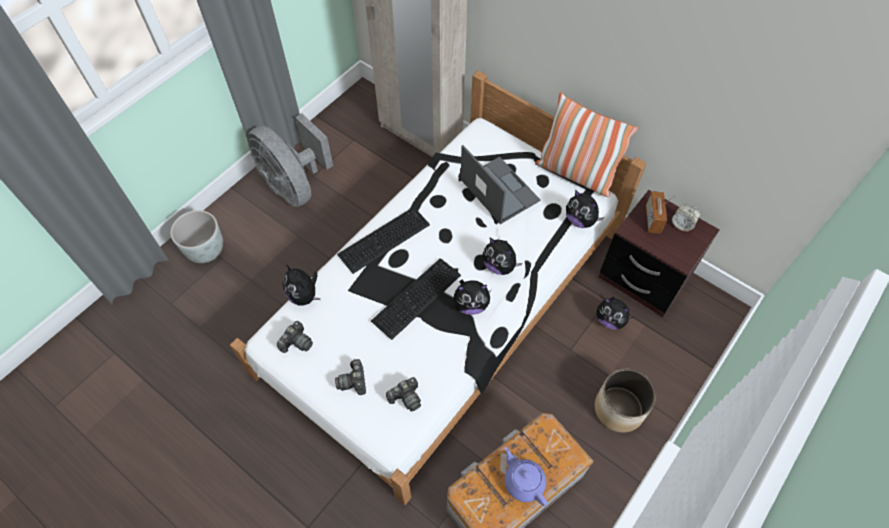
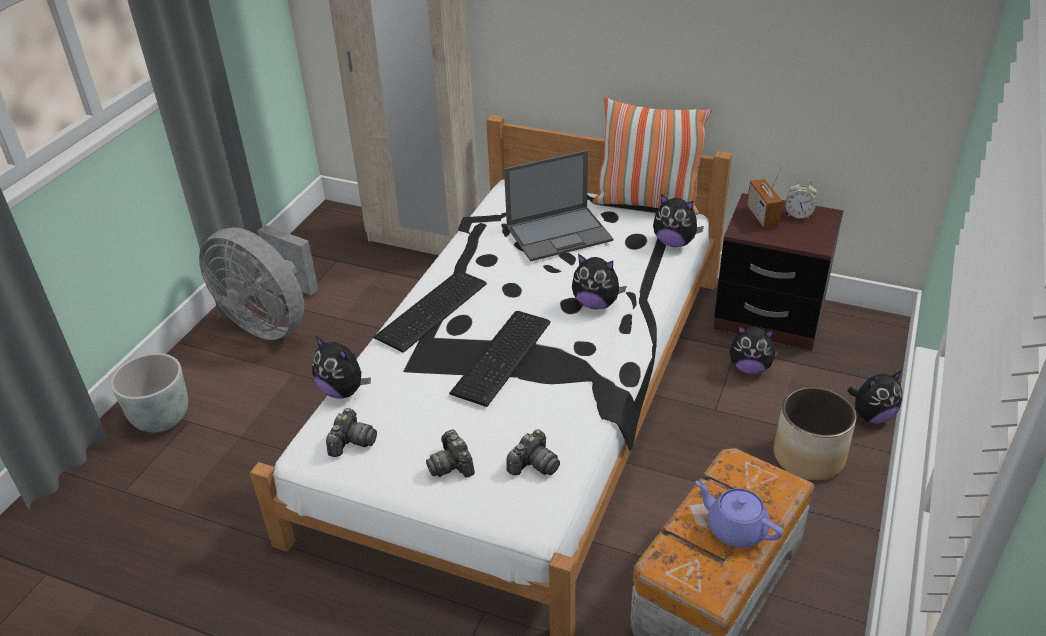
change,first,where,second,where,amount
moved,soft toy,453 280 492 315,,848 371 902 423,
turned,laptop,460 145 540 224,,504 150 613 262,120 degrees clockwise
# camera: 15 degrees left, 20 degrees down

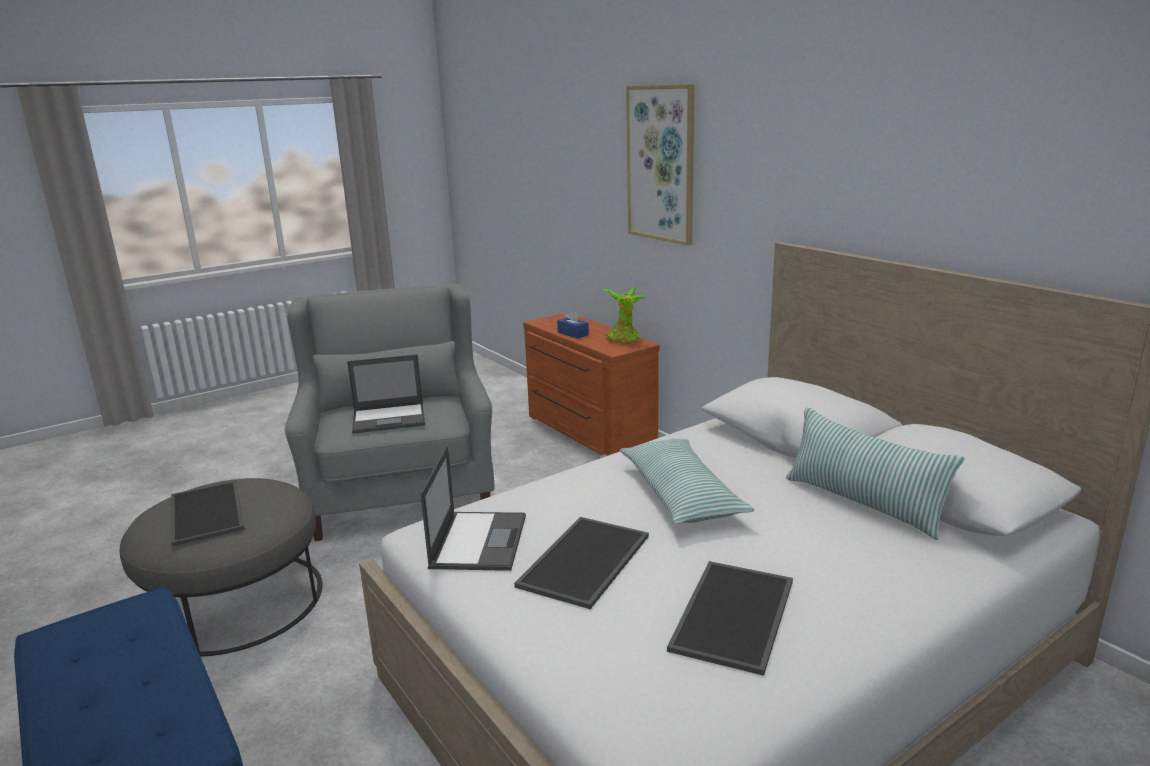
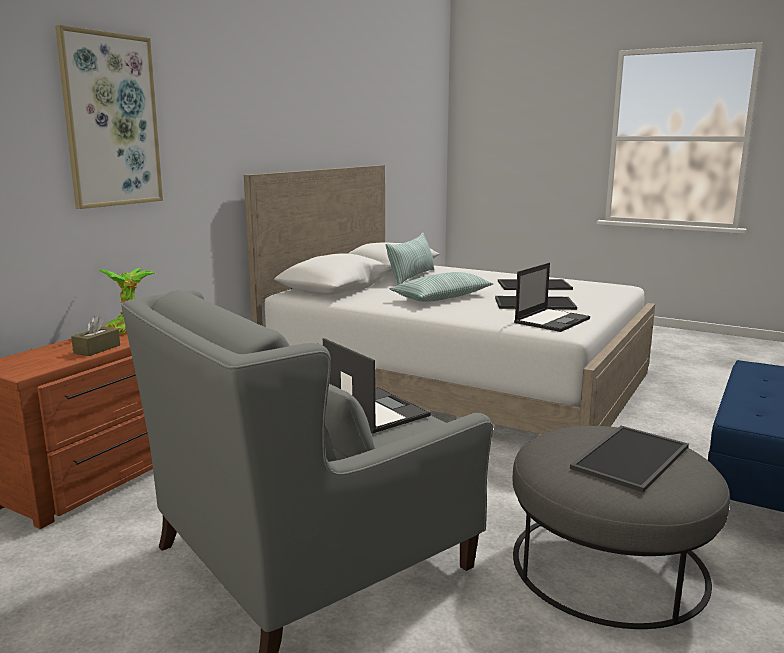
change,first,where,second,where,amount
recoloured,bluish box of tissues,557 309 589 338,brownish box of tissues,71 316 120 356,
turned,laptop,420 446 526 571,,514 263 590 332,150 degrees clockwise
# camera: 115 degrees left, 5 degrees down

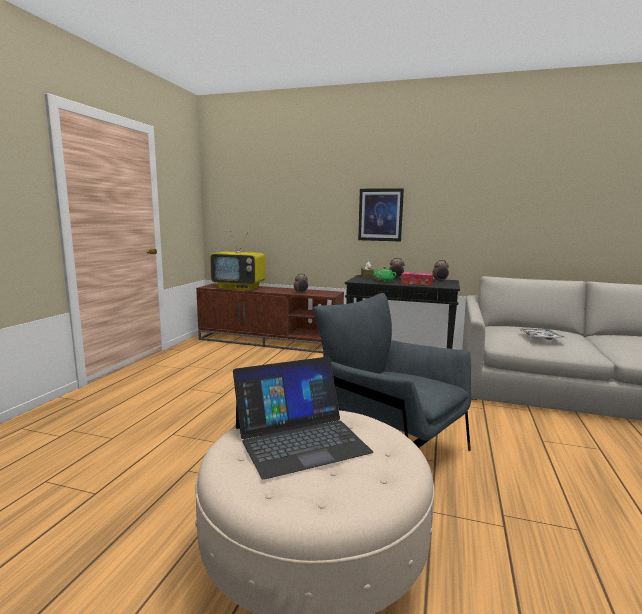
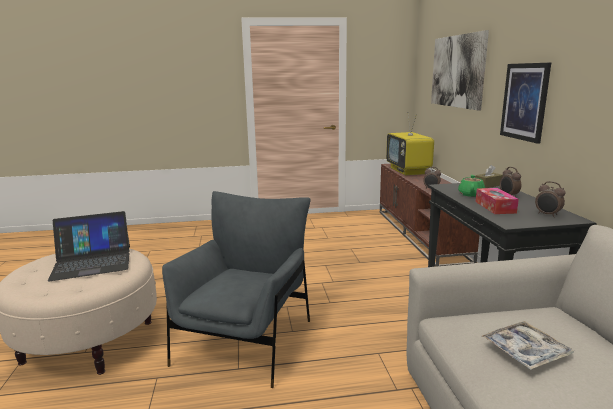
change,first,where,second,where,amount
added,,,wall picture,431 30 489 111,
turned,laptop,233 357 373 480,,48 211 130 281,60 degrees counterclockwise
# camera: 65 degrees right, 5 degrees up

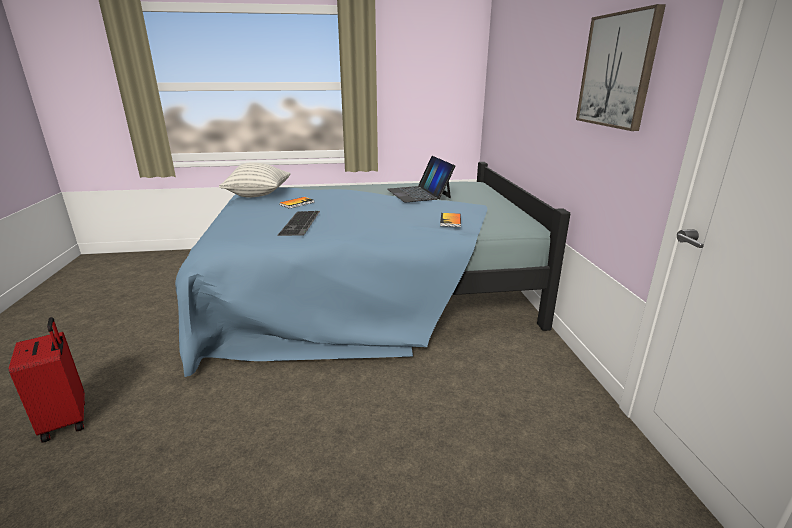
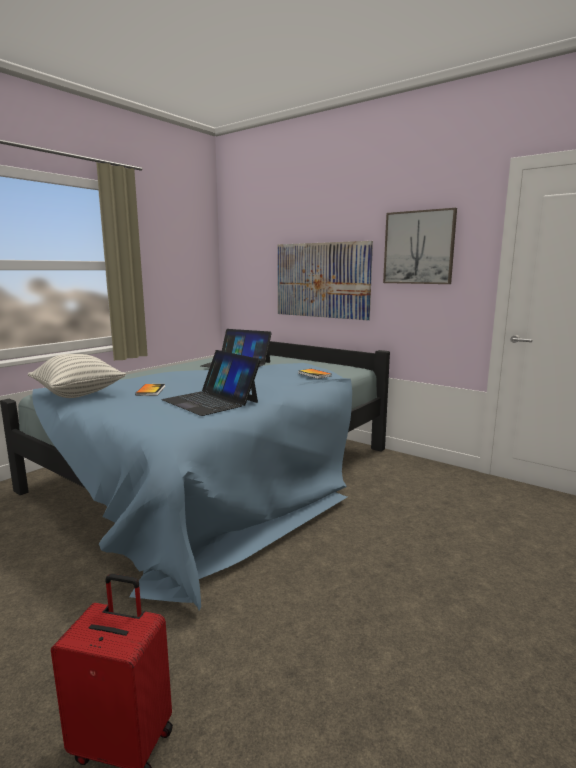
change,first,where,second,where,amount
added,,,wall picture,277 241 373 320,
replaced,computer keyboard,277 211 320 236,laptop,162 350 261 416,
# camera: 45 degrees left, 10 degrees down

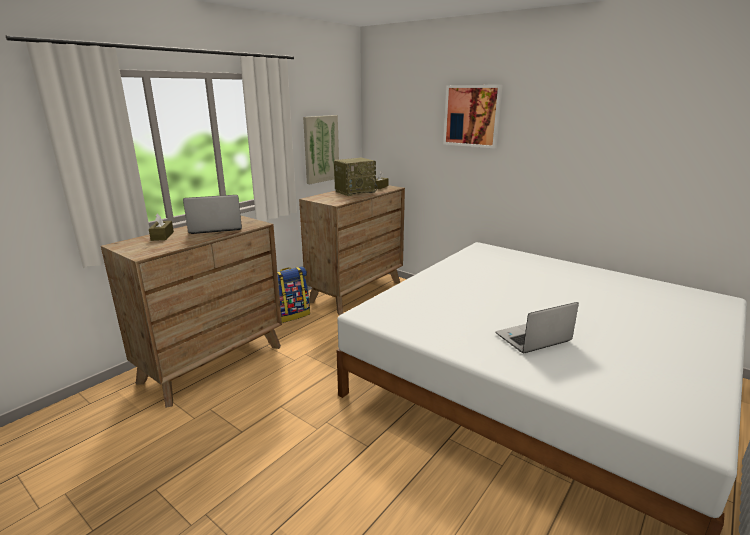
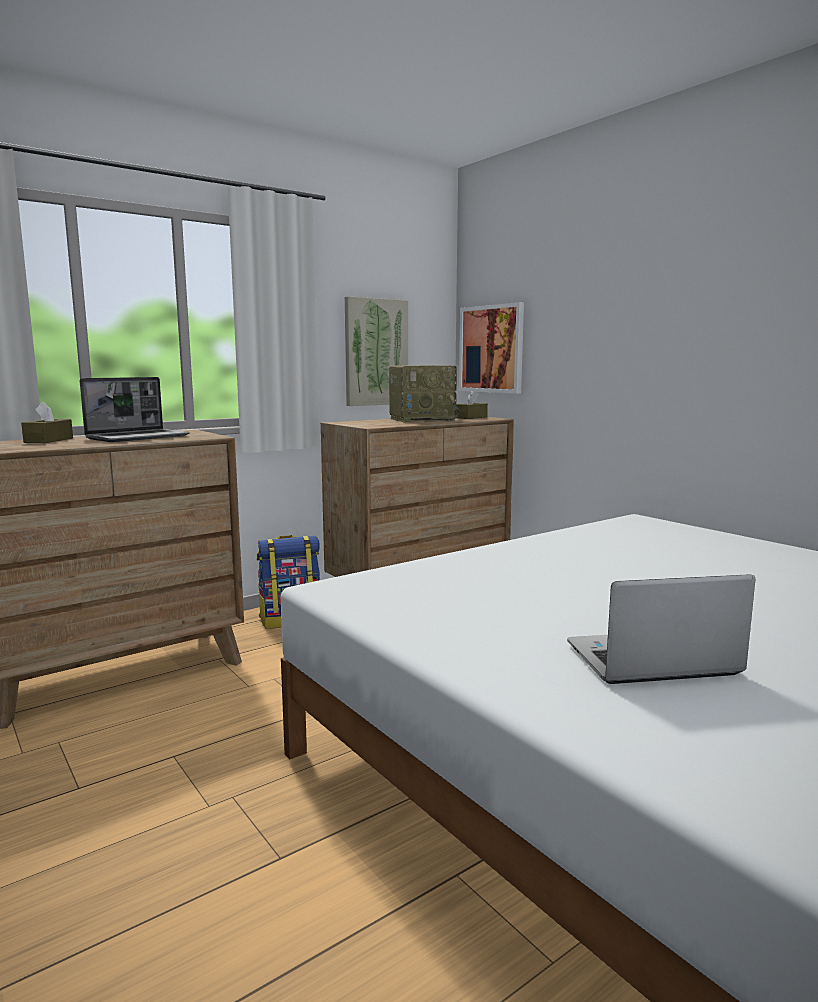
change,first,where,second,where,amount
moved,wall picture,443 85 502 149,,459 302 524 394,
turned,laptop,183 195 242 234,,80 377 190 442,135 degrees clockwise
# camera: 15 degrees right, 10 degrees down

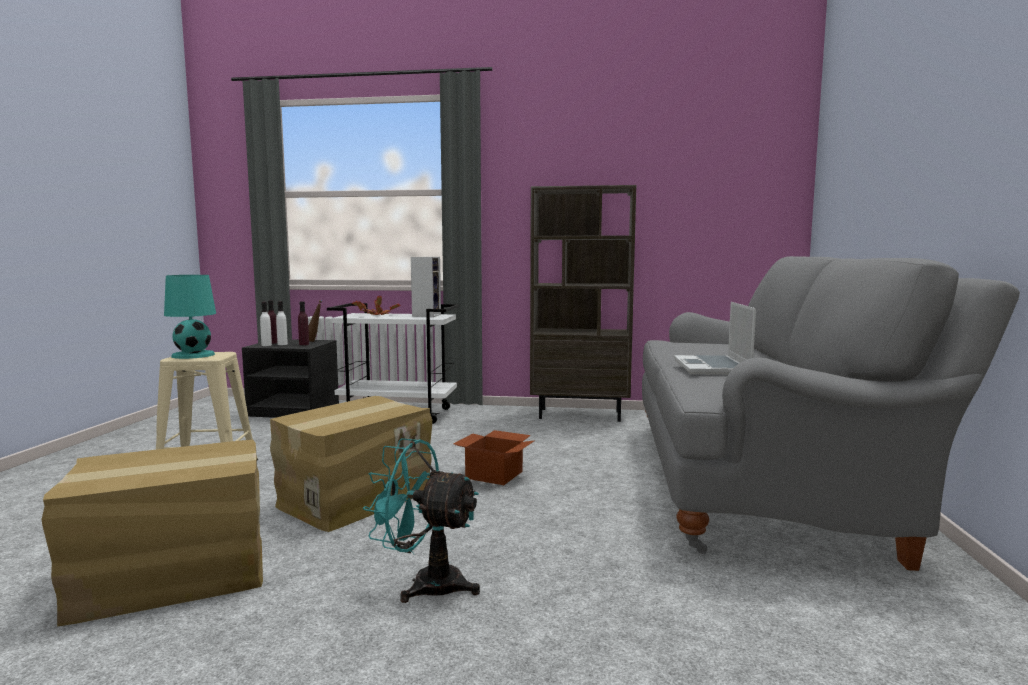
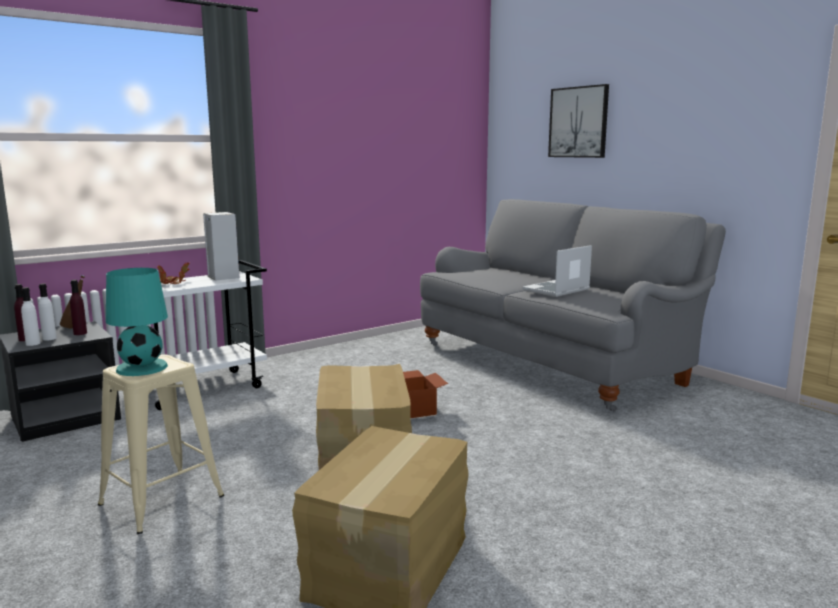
change,first,where,second,where,amount
removed,turquoise fan,363 438 480 603,,,
removed,brownish shelving unit,530 185 636 422,,,
added,,,wall picture,548 84 609 158,
turned,laptop,674 302 756 375,,522 245 592 297,90 degrees clockwise
# camera: 45 degrees left, 5 degrees up

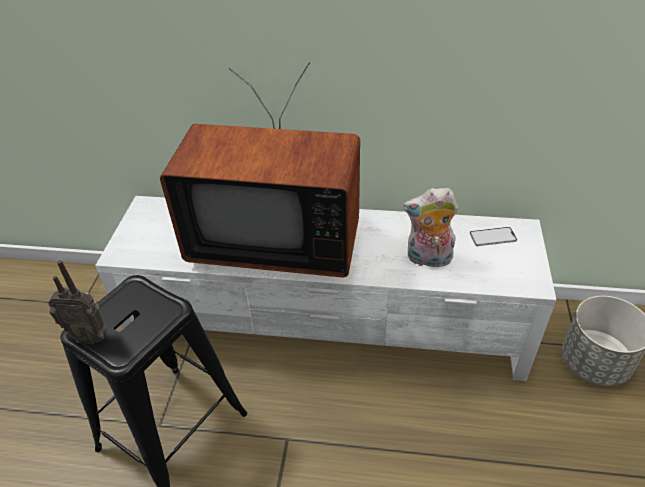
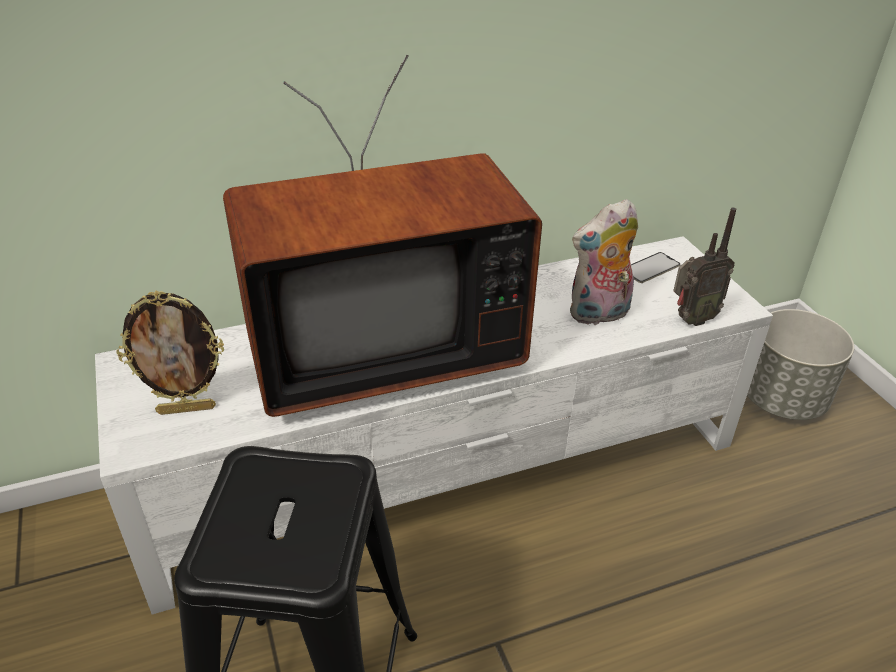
change,first,where,second,where,amount
added,,,photo frame,116 290 224 415,
moved,radio receiver,48 260 107 344,,673 208 736 326,
# camera: 30 degrees left, 5 degrees down

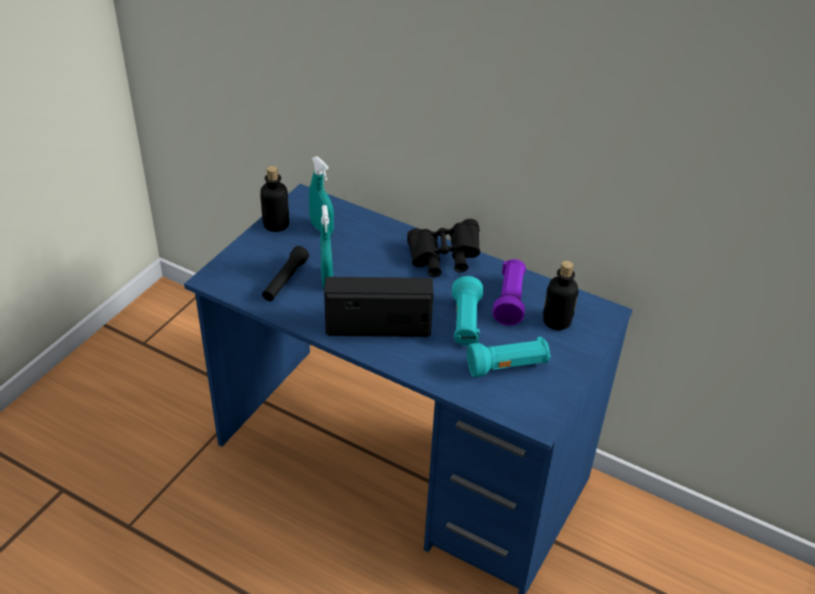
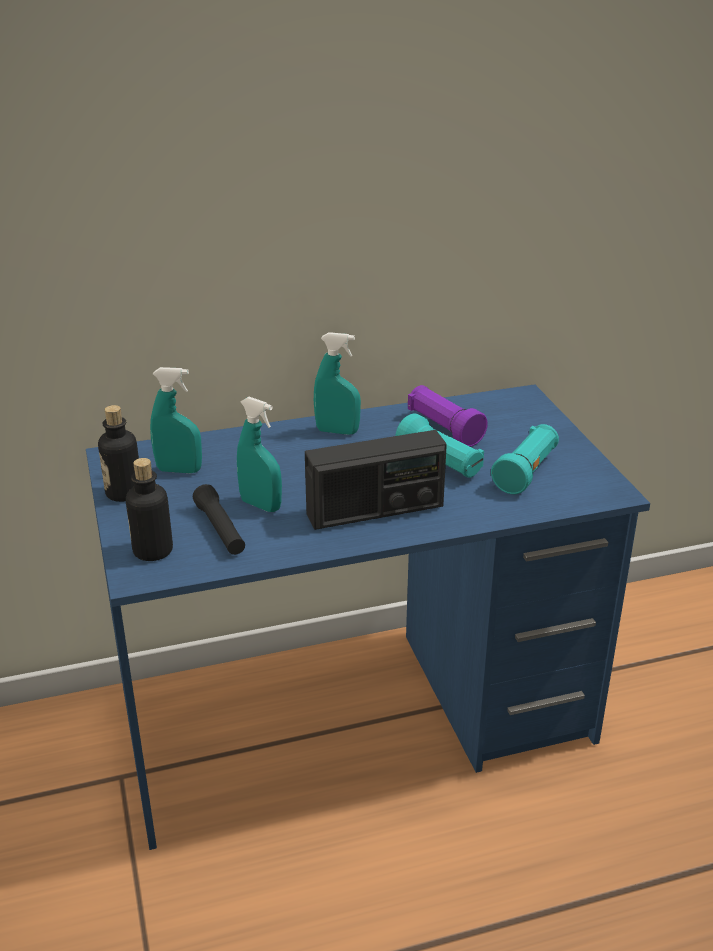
change,first,where,second,where,amount
moved,drink bottle,543 261 579 330,,126 458 173 561,
replaced,black-coloured field glasses,407 219 480 277,turquoise spray bottle,314 332 361 435,
turned,radio receiver,324 277 434 337,,305 430 447 530,150 degrees counterclockwise
# camera: 45 degrees left, 10 degrees down

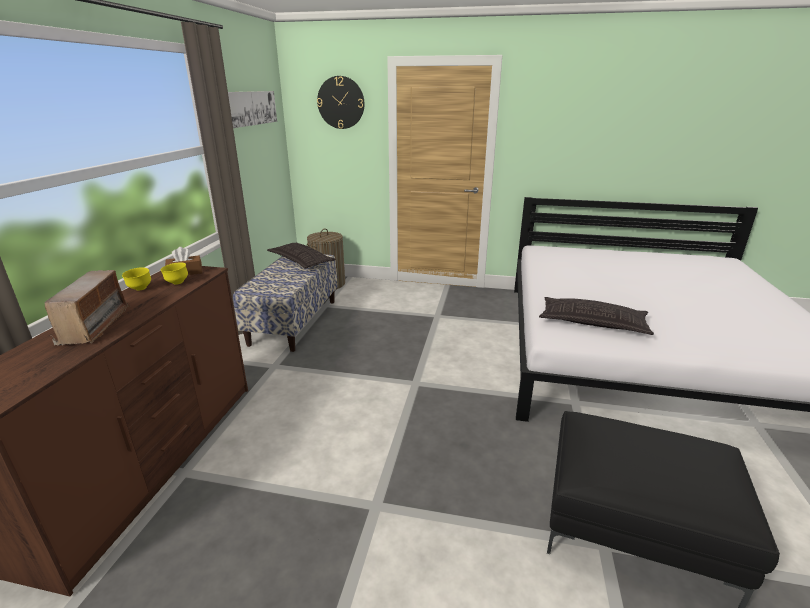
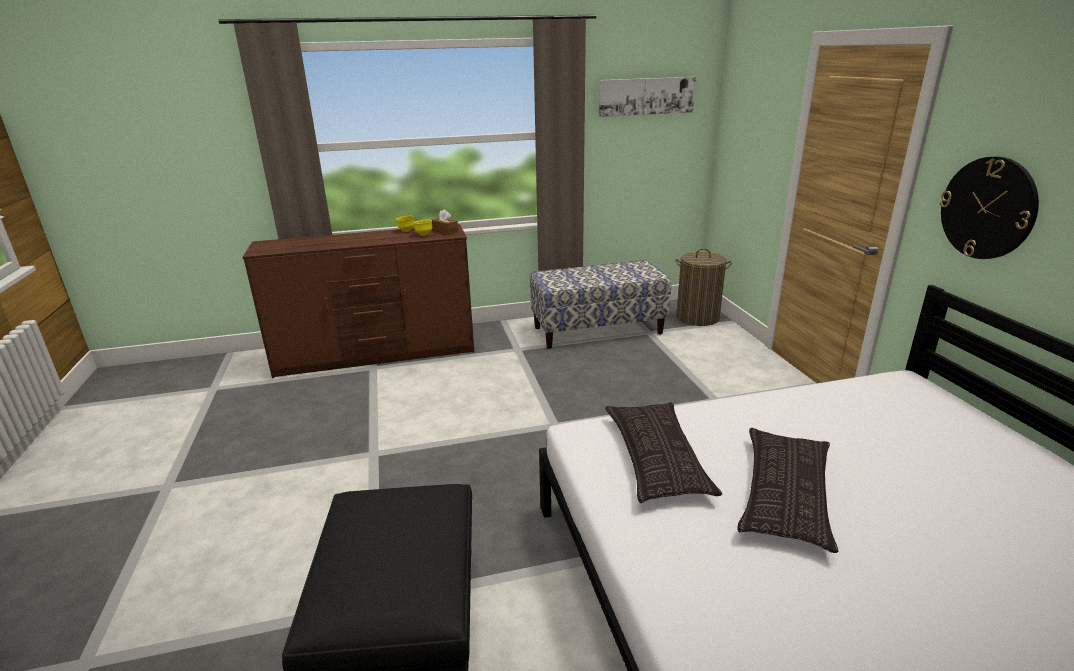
change,first,where,second,where,amount
removed,radio receiver,44 270 130 346,,,
moved,throw pillow,267 242 336 269,,737 428 838 553,
moved,hanging clock,317 76 364 129,,940 157 1039 259,
# camera: 65 degrees right, 0 degrees up

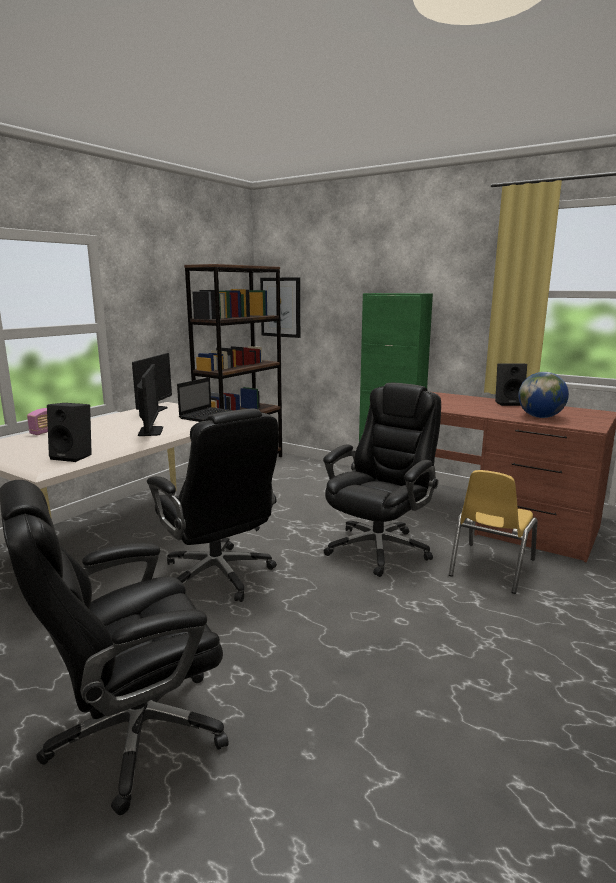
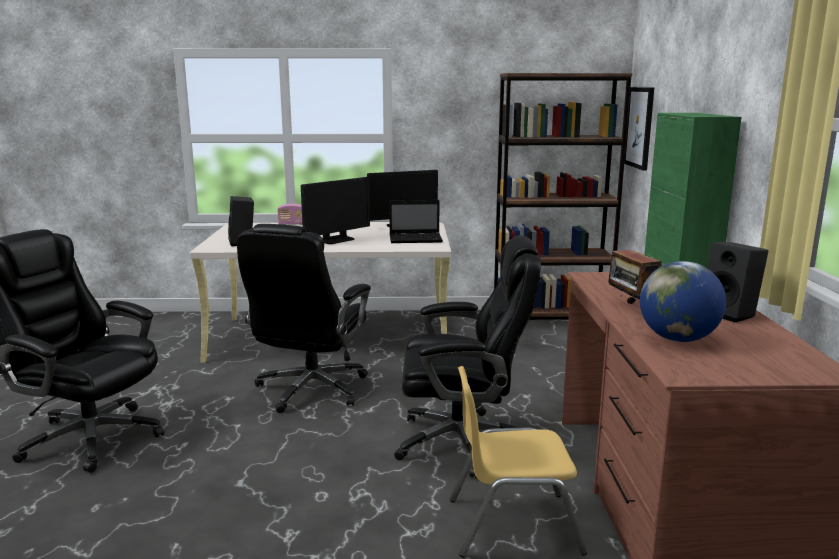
change,first,where,second,where,amount
added,,,radio receiver,608 237 662 304,
# camera: 55 degrees right, 0 degrees up

